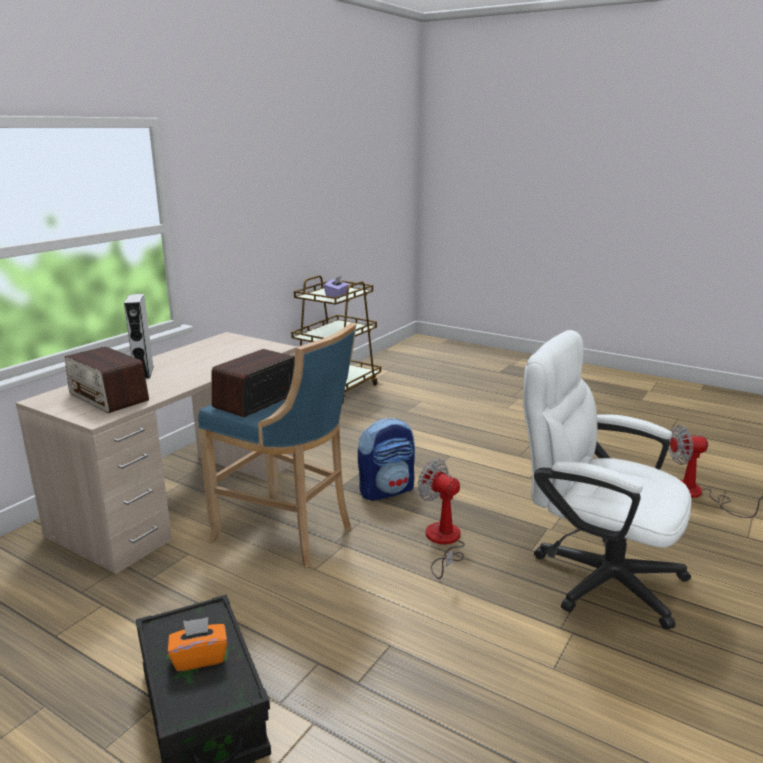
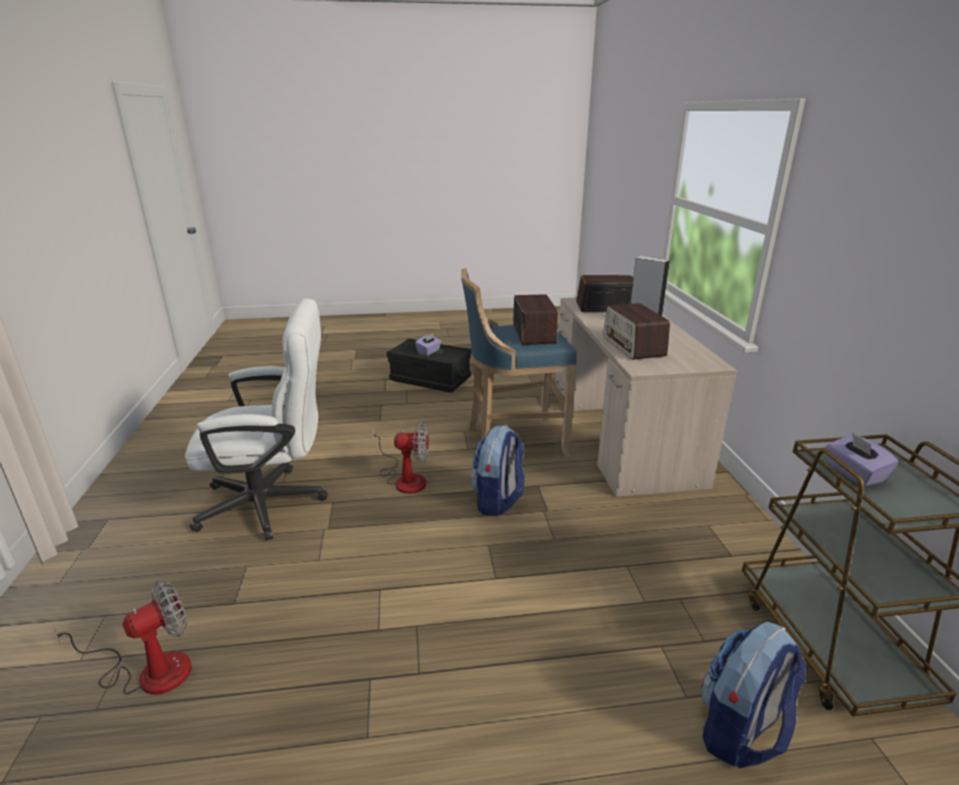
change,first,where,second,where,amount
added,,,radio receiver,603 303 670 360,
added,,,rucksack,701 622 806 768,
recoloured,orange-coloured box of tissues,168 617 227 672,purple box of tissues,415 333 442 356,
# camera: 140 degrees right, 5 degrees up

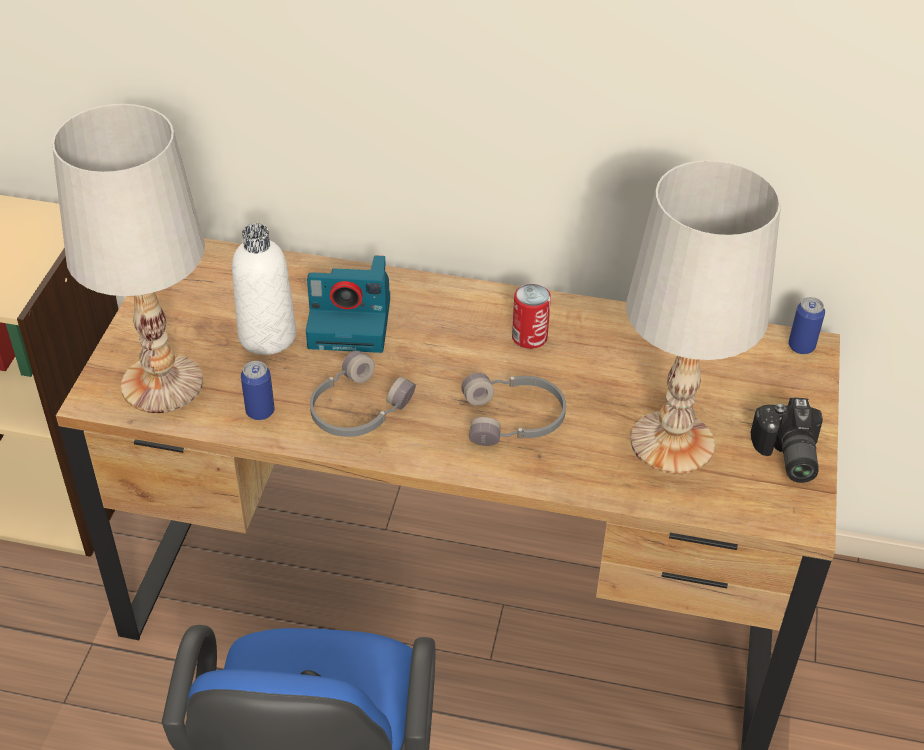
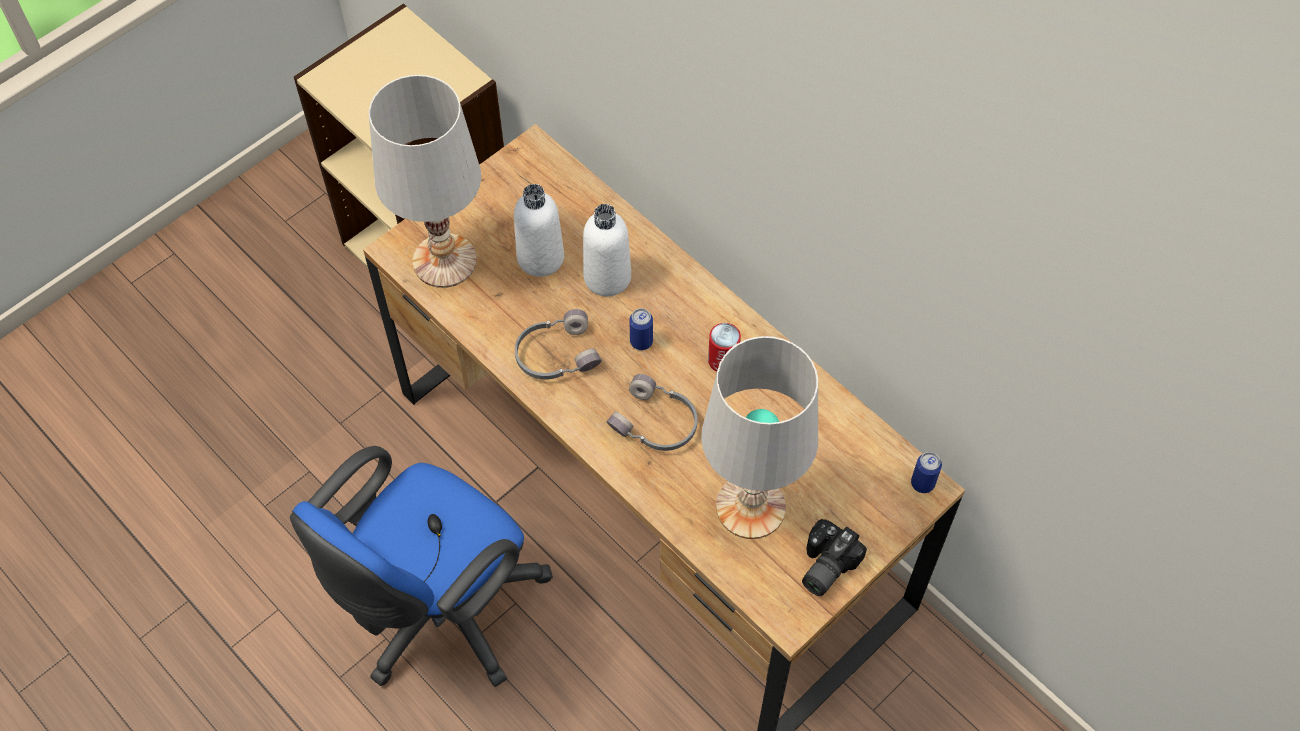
change,first,where,second,where,amount
moved,can,241 361 274 420,,629 308 653 350,
replaced,still camera,306 255 390 353,white-coloured drink bottle,583 204 631 296,
# camera: 35 degrees right, 15 degrees up

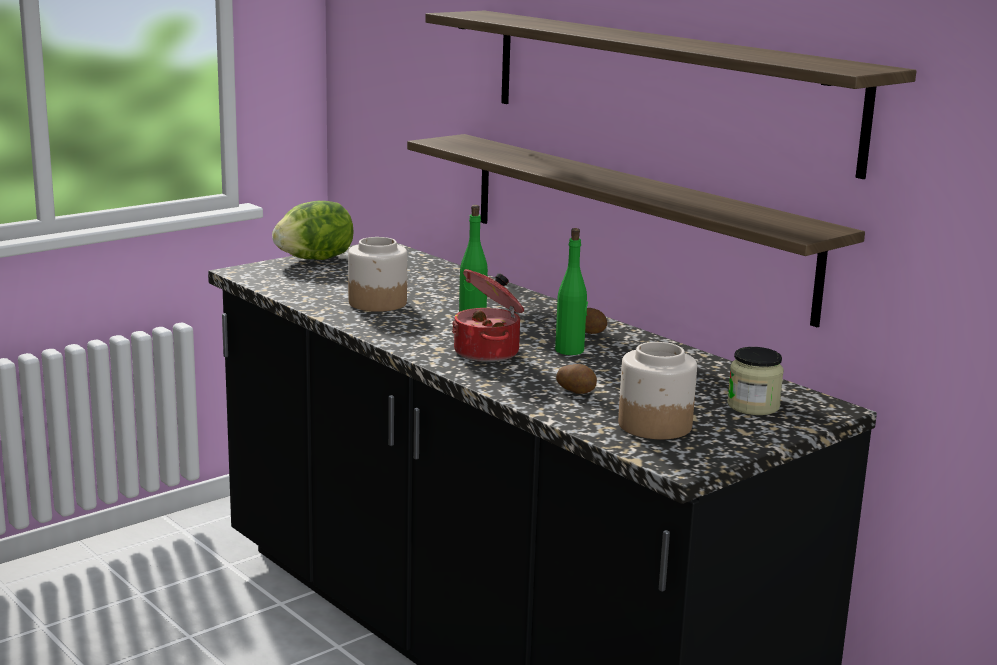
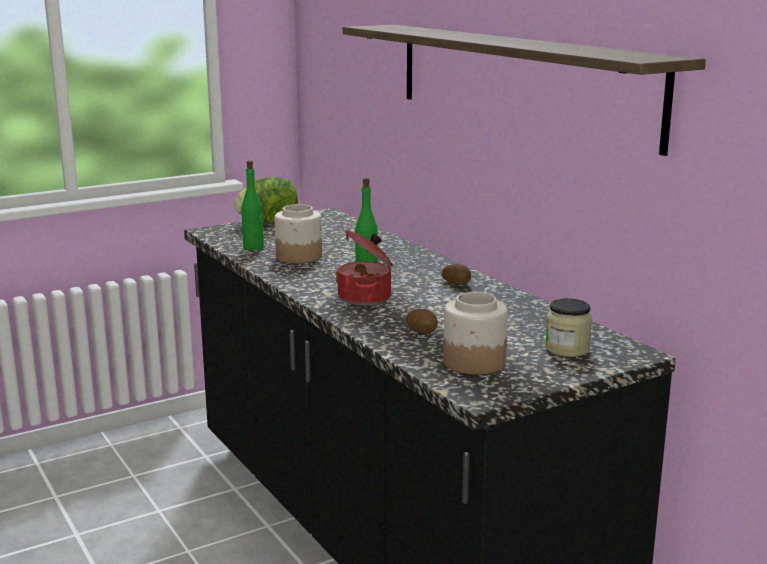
change,first,where,second,where,amount
removed,wall shelf,407 134 865 327,,,
moved,green-coloured drink bottle,555 228 588 355,,241 161 264 250,
# camera: 10 degrees right, 0 degrees up

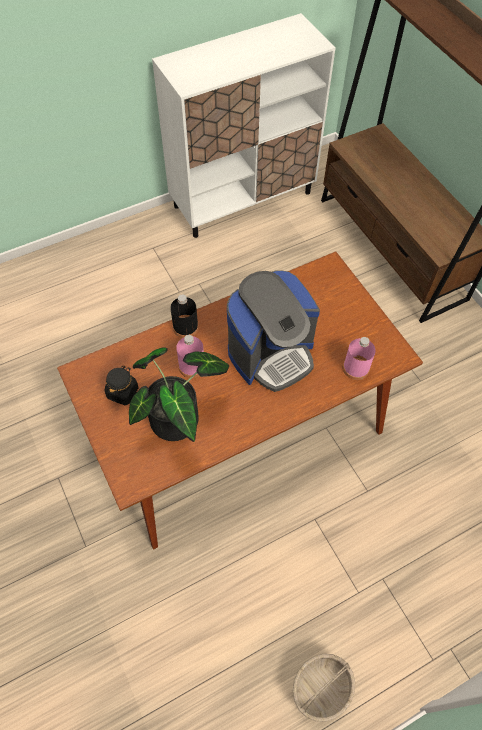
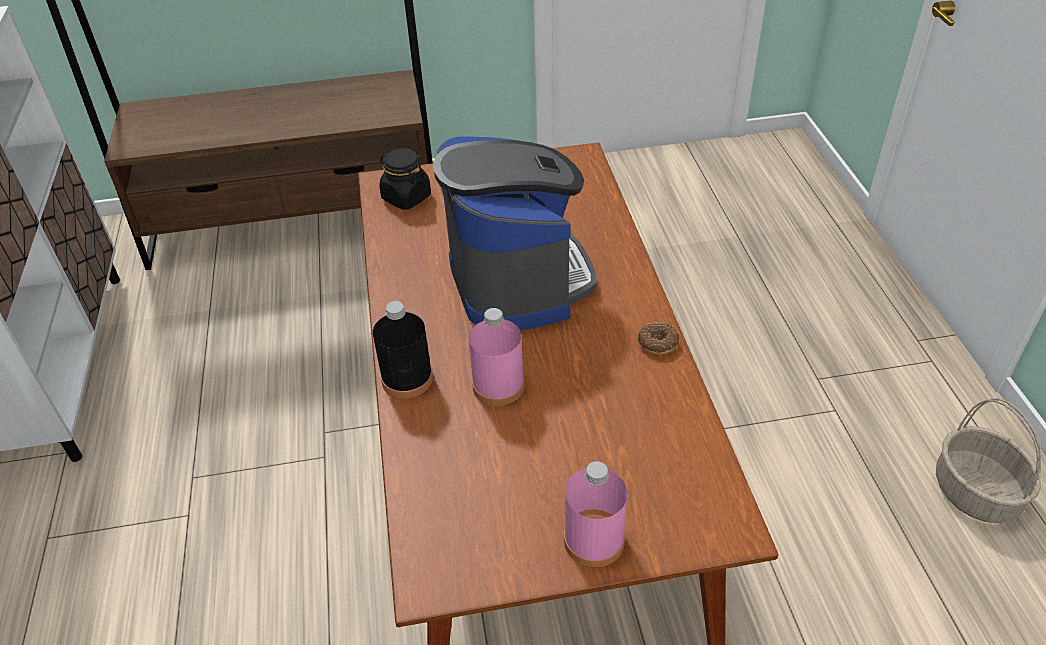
change,first,where,second,where,amount
removed,potted plant,129 347 229 442,,,
added,,,doughnut,638 322 679 355,
moved,black-coloured storage jar,105 366 139 405,,379 148 431 210,
moved,pinkish drink bottle,343 337 376 380,,564 461 627 567,
# camera: 70 degrees left, 15 degrees down

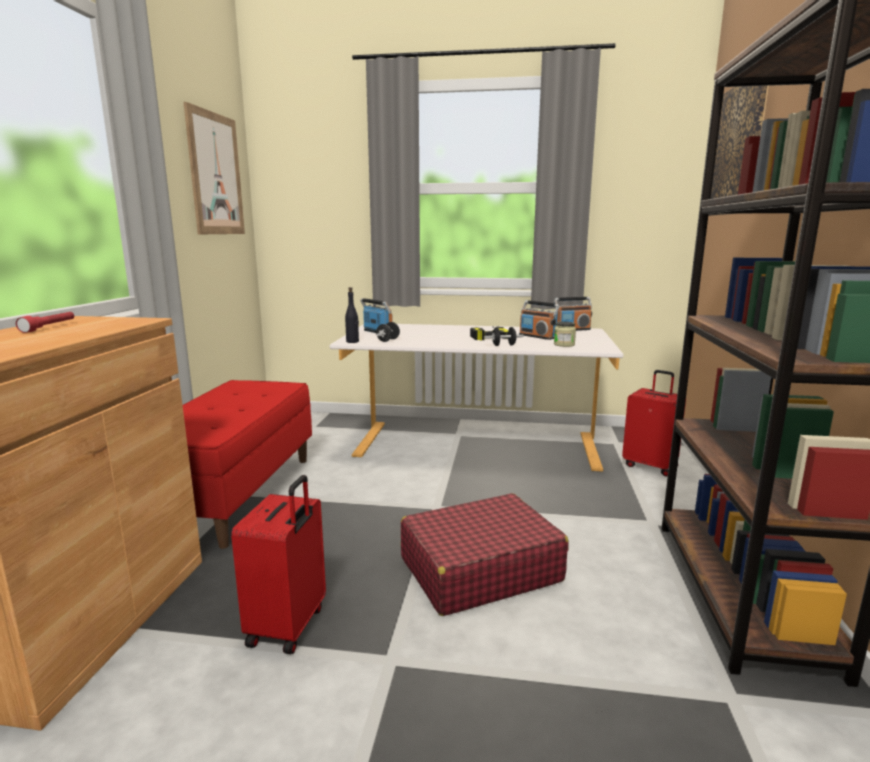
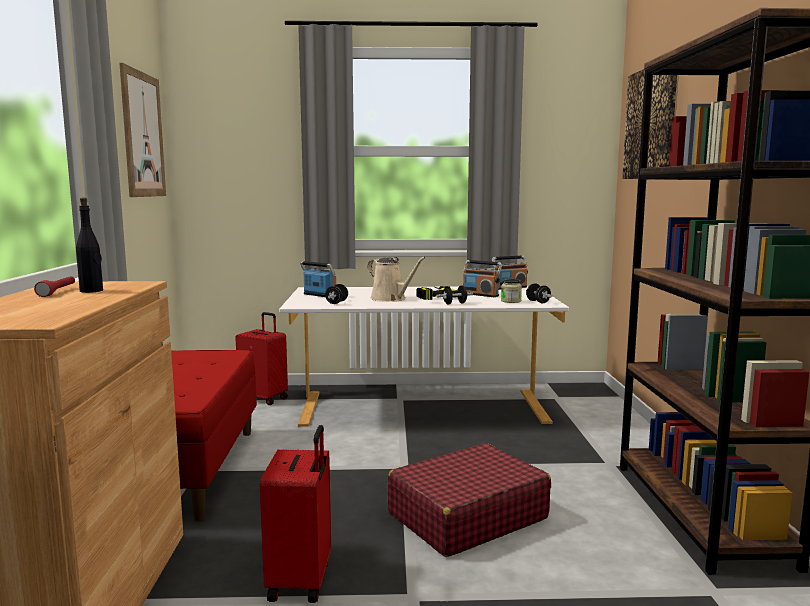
change,first,where,second,where,amount
added,,,beige watering pot,367 256 426 302,
added,,,black-coloured hand weight,526 283 552 303,
moved,black-coloured drink bottle,345 287 359 343,,76 198 103 293,
moved,red-coloured travel case,622 370 686 477,,235 312 288 405,
# camera: 10 degrees left, 5 degrees down

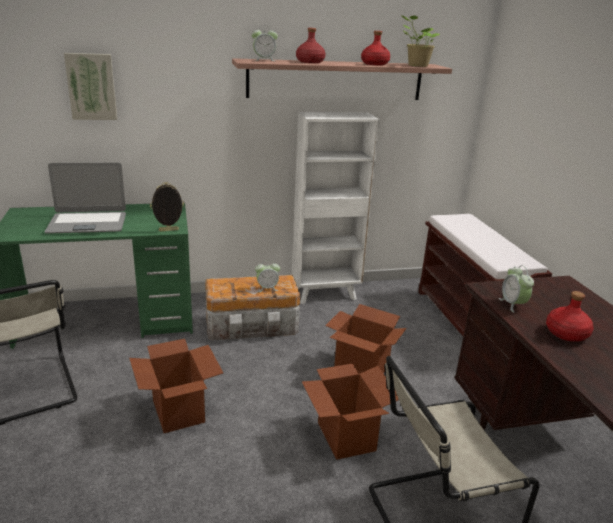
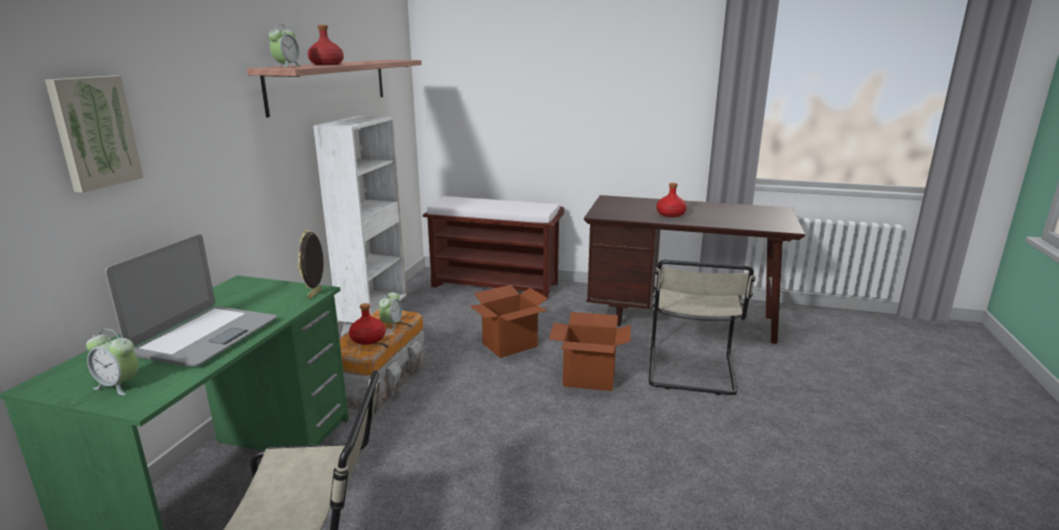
change,first,where,second,where,amount
removed,packing box,129 339 223 433,,,
removed,potted plant,401 15 440 67,,,
moved,red-coloured drink bottle,361 31 390 66,,349 303 386 345,
moved,table clock,499 265 534 313,,86 329 139 395,
# camera: 60 degrees left, 5 degrees down

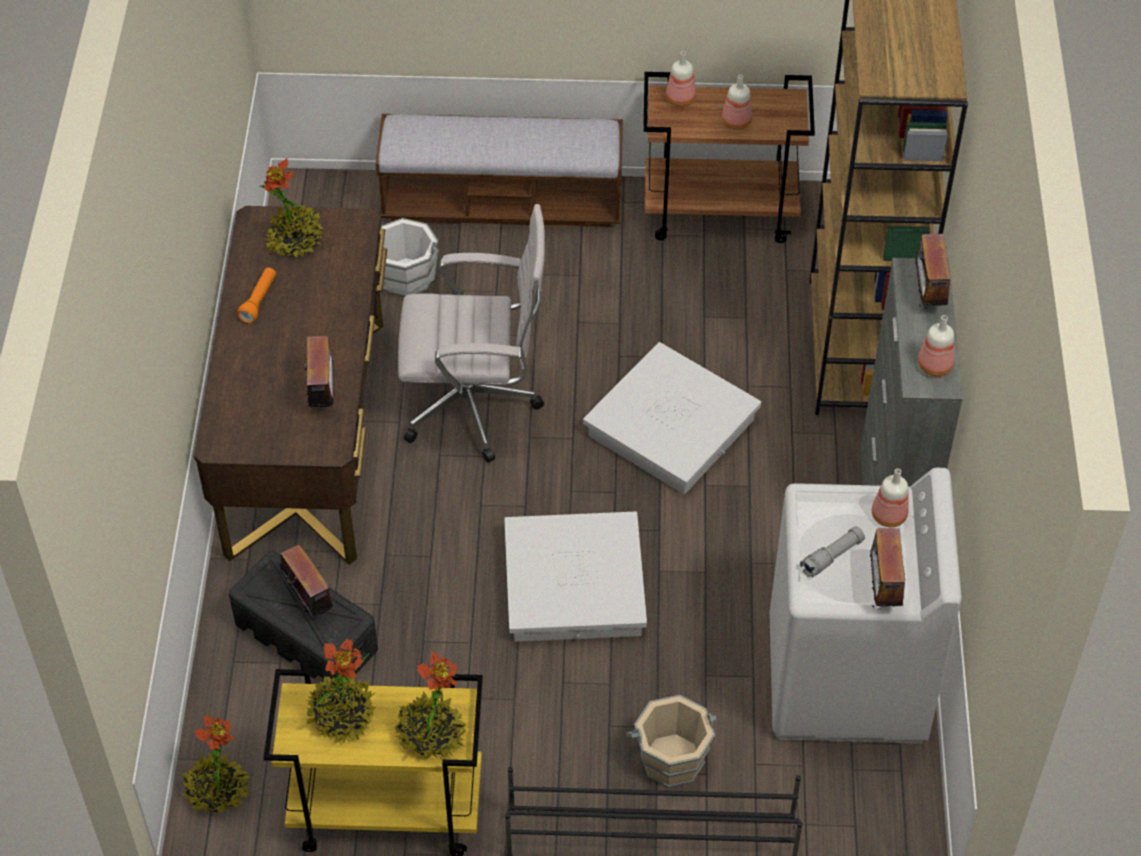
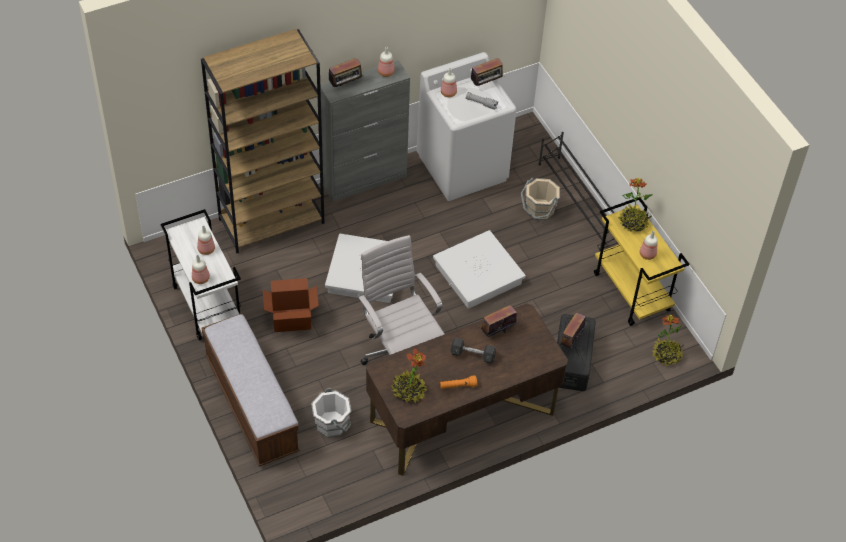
change,first,where,second,where,amount
added,,,packing box,263 278 319 332,
added,,,gray hand weight,451 338 496 363,
replaced,potted plant,307 638 377 743,drink bottle,640 231 658 260,
recoloured,brownish cart,643 72 815 243,white-coloured cart,161 209 241 341,
# camera: 120 degrees left, 0 degrees up

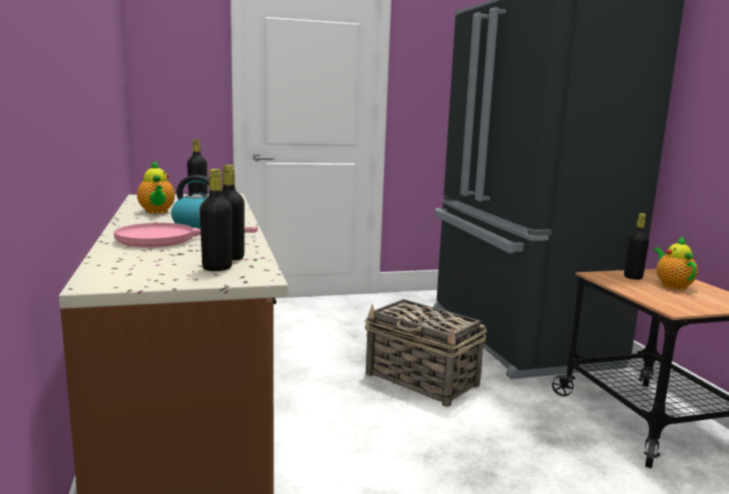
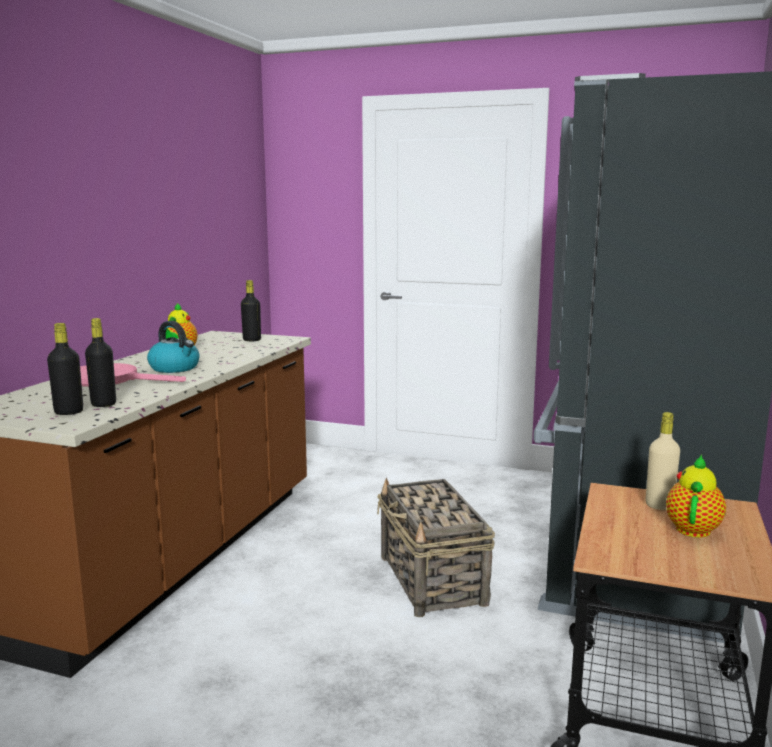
change,first,where,second,where,amount
recoloured,black-coloured drink bottle,624 213 649 280,beige drink bottle,646 412 680 510,
# camera: 35 degrees right, 0 degrees up

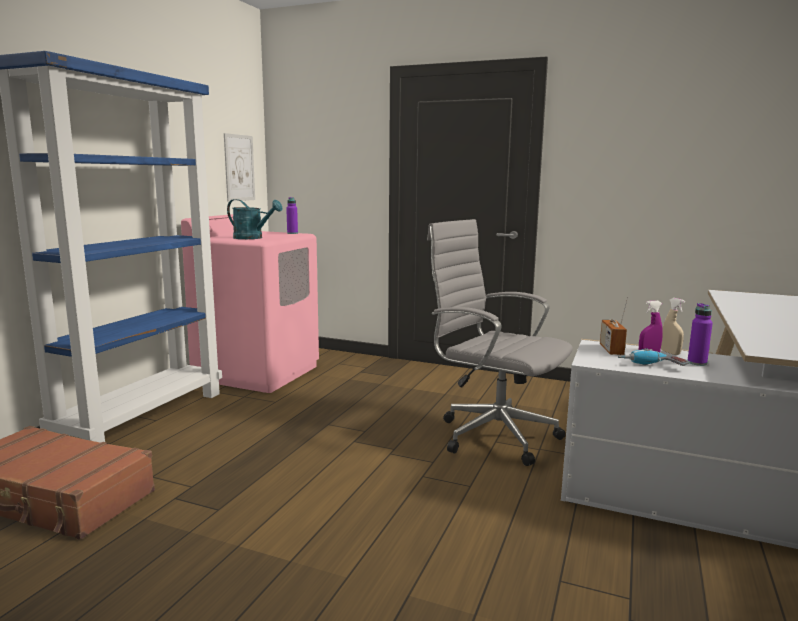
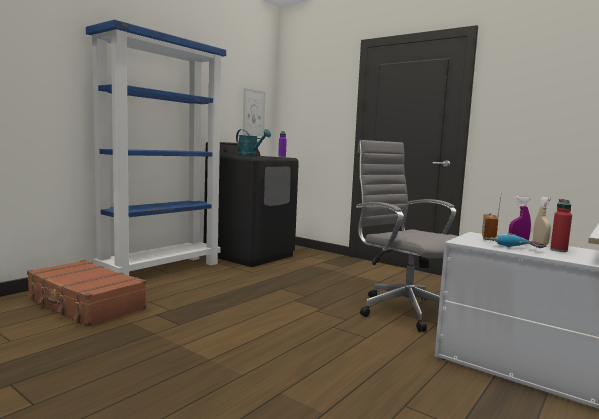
change,first,where,second,where,amount
recoloured,pinkish laundry appliance,181 214 319 393,black-coloured laundry appliance,204 142 299 267,
recoloured,purple drink bottle,688 303 713 366,red-coloured drink bottle,550 199 572 252,
# camera: 15 degrees right, 5 degrees down

